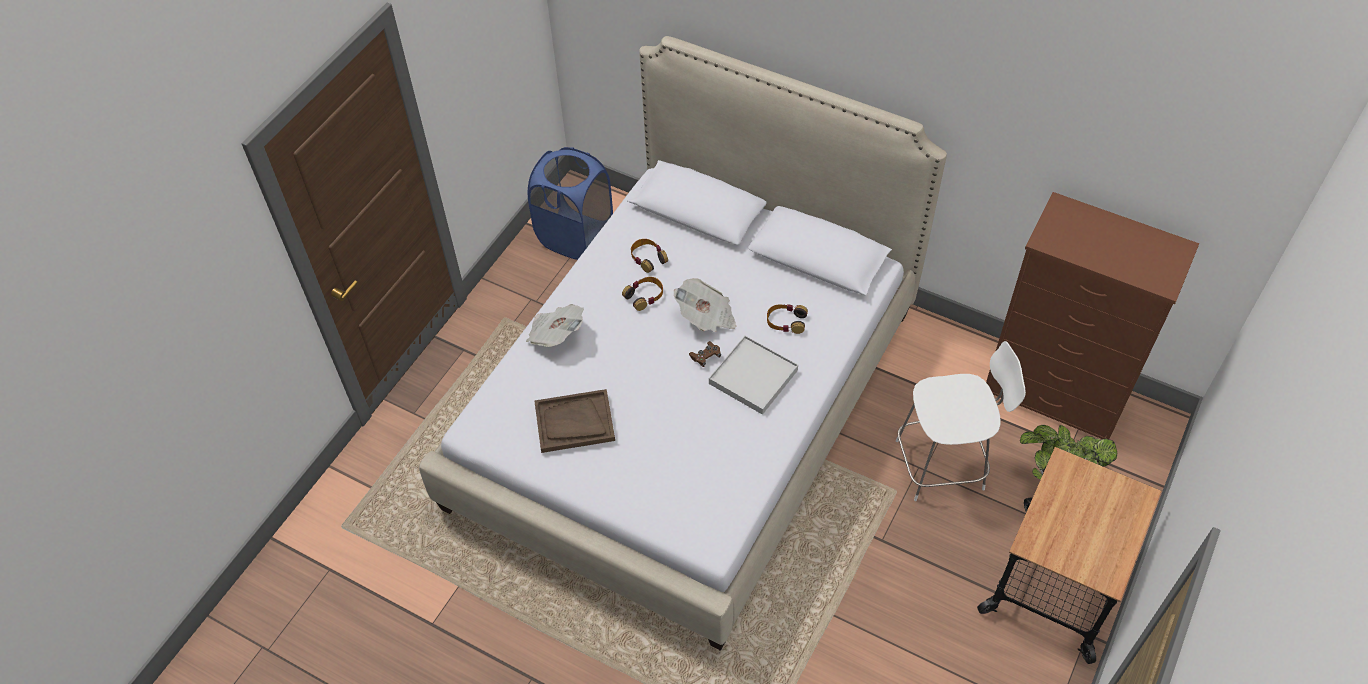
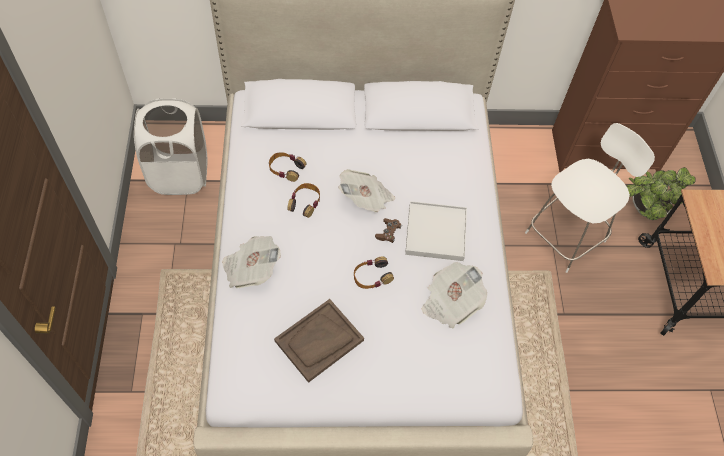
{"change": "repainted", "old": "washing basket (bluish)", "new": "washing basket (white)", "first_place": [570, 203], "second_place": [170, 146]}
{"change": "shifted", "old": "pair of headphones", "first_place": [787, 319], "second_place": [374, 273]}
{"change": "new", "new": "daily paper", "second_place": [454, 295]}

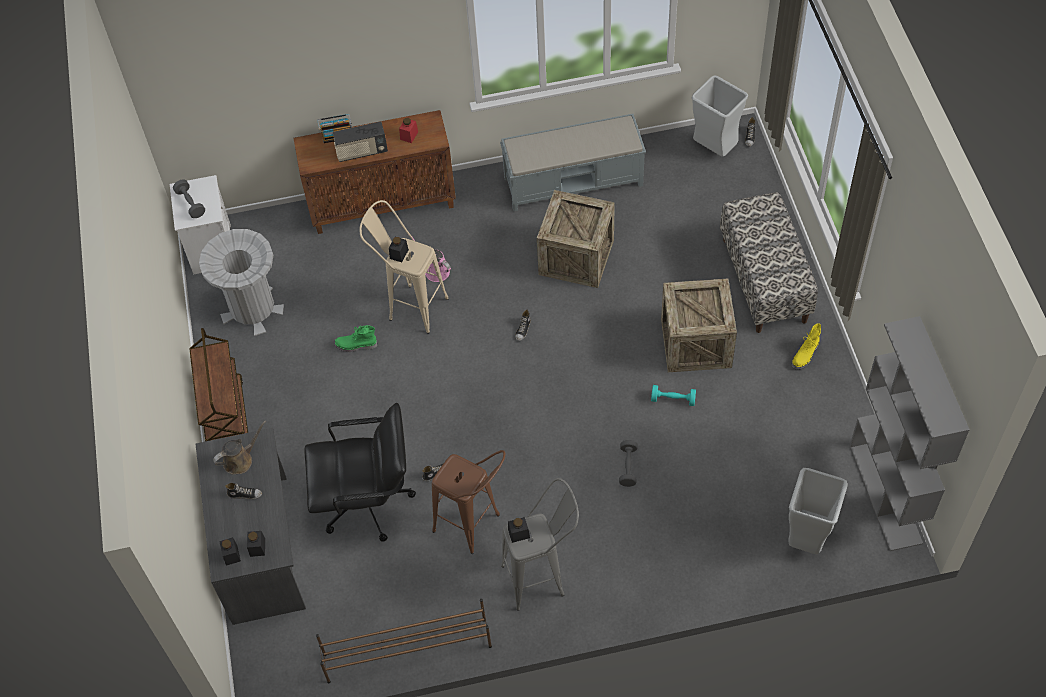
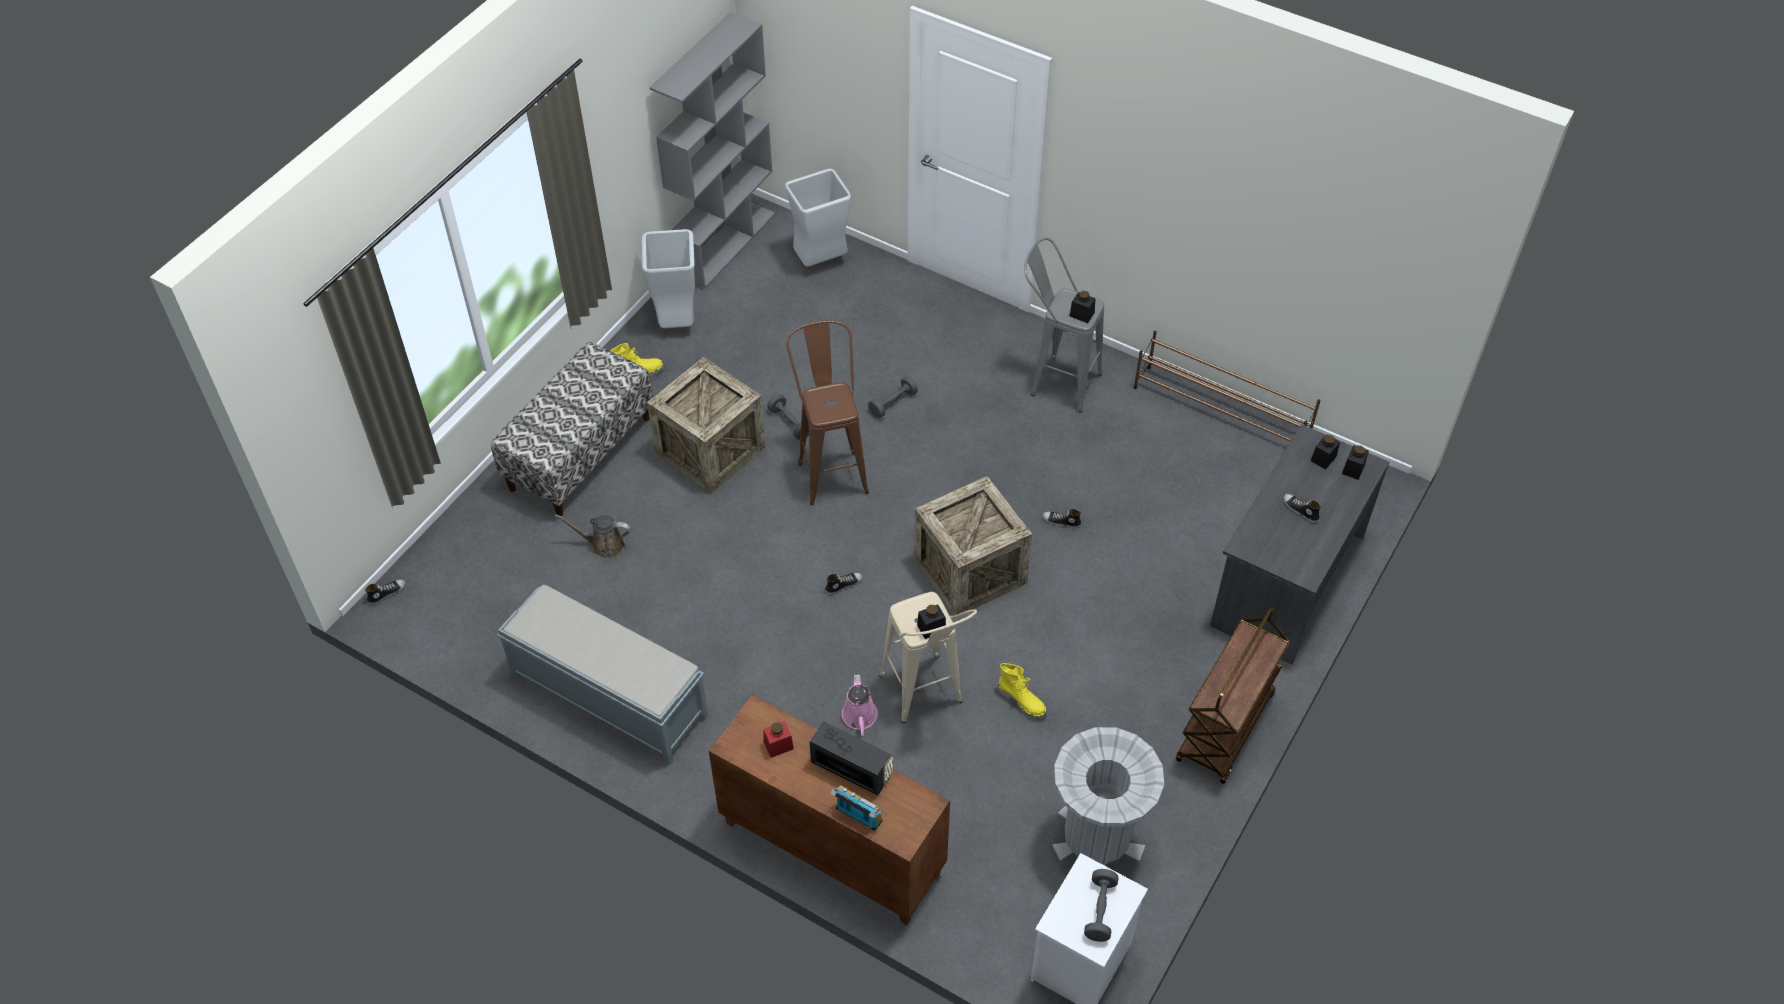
{"change": "shifted", "old": "watering pot (brown-coloured)", "first_place": [240, 447], "second_place": [593, 536]}
{"change": "gone", "old": "computer chair (blackish)", "first_place": [360, 472]}
{"change": "repainted", "old": "high-top boot (greenish)", "new": "high-top boot (yellow-coloured)", "first_place": [355, 338], "second_place": [1022, 691]}
{"change": "shifted", "old": "stool seat (brown-coloured)", "first_place": [469, 502], "second_place": [827, 412]}
{"change": "shifted", "old": "packing crate", "first_place": [576, 239], "second_place": [973, 545]}
{"change": "repainted", "old": "free weight (turquoise-coloured)", "new": "free weight (grey)", "first_place": [673, 395], "second_place": [788, 417]}
{"change": "shifted", "old": "rubbish bin (grey)", "first_place": [720, 116], "second_place": [668, 278]}

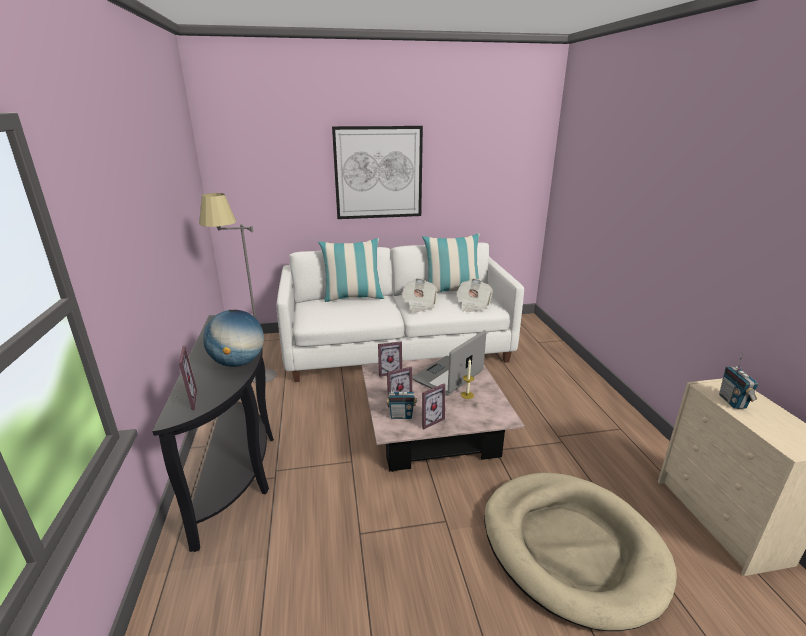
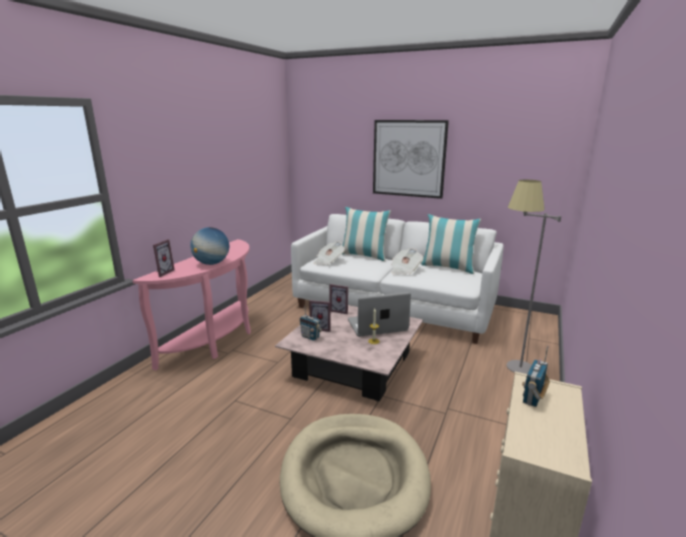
{"change": "repainted", "old": "console table (blackish)", "new": "console table (pinkish)", "first_place": [213, 433], "second_place": [191, 305]}
{"change": "shifted", "old": "floor lamp (grey)", "first_place": [238, 288], "second_place": [534, 277]}
{"change": "gone", "old": "picture frame", "first_place": [434, 406]}
{"change": "shifted", "old": "daily paper", "first_place": [474, 295], "second_place": [329, 253]}

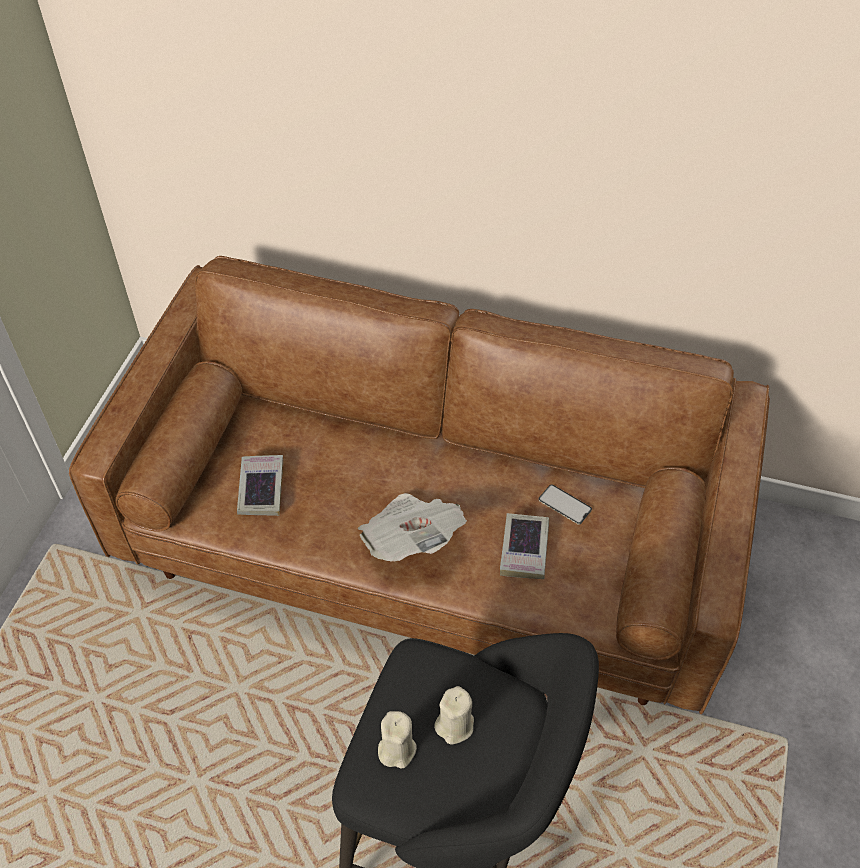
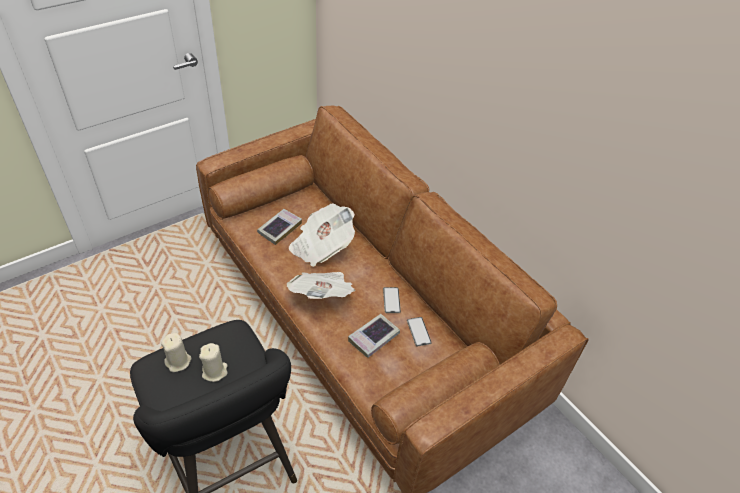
{"change": "new", "new": "daily paper", "second_place": [322, 235]}
{"change": "new", "new": "telephone", "second_place": [392, 300]}

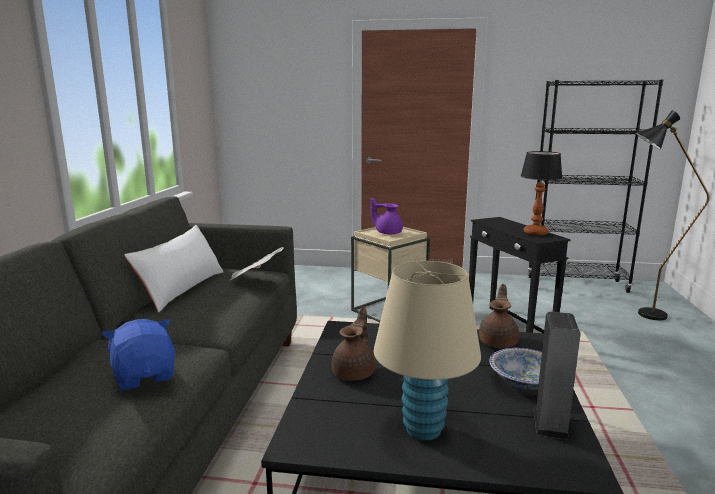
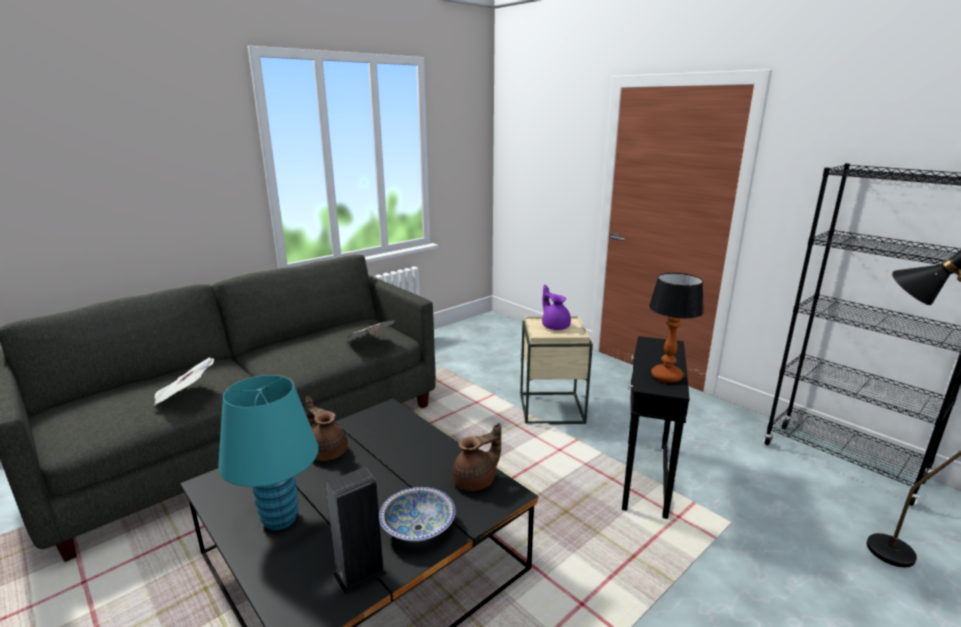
{"change": "swapped", "old": "soft toy (bluish)", "new": "daily paper", "first_place": [138, 354], "second_place": [184, 381]}
{"change": "gone", "old": "pillow (white)", "first_place": [173, 268]}
{"change": "rotated", "old": "pot for tea (brown-coloured)", "first_place": [354, 344], "second_place": [326, 428], "degrees": -105}
{"change": "repainted", "old": "lamp for a table (beige)", "new": "lamp for a table (turquoise-coloured)", "first_place": [427, 351], "second_place": [268, 453]}

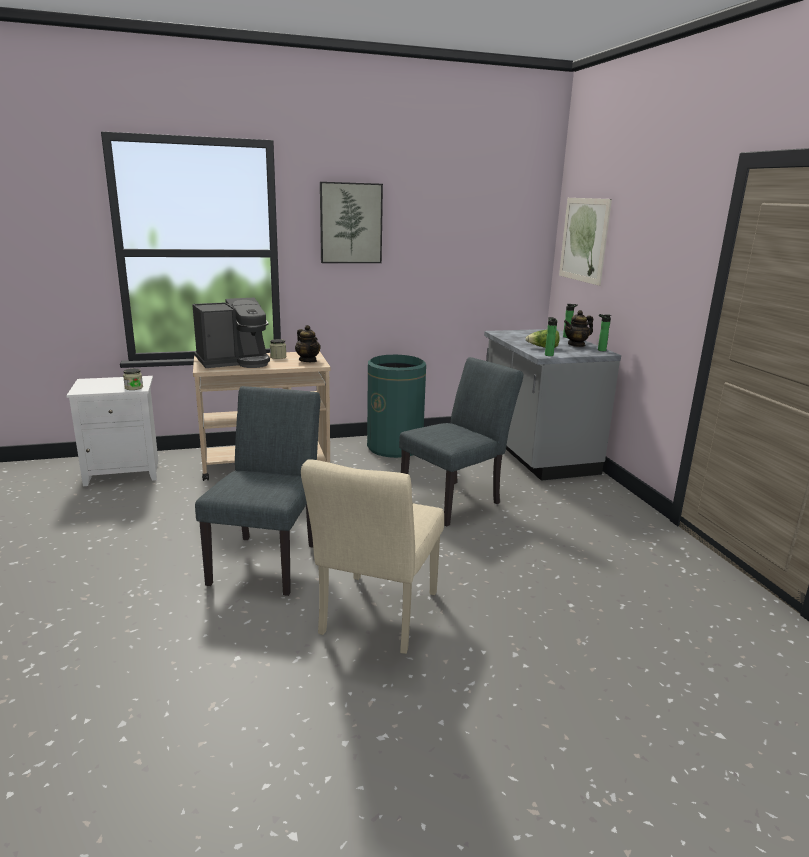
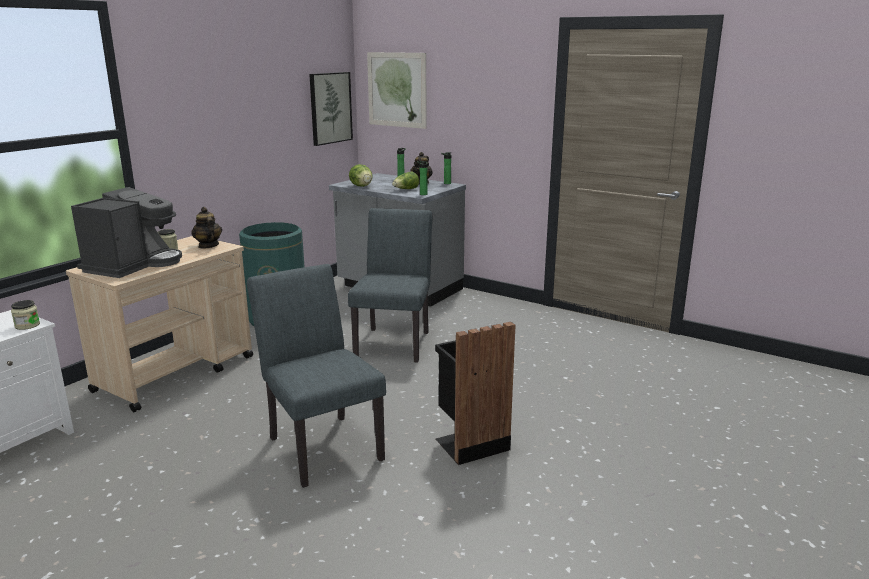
{"change": "rotated", "old": "pot for tea", "first_place": [308, 343], "second_place": [206, 227], "degrees": -135}
{"change": "swapped", "old": "chair (beige)", "new": "rubbish bin (blackish)", "first_place": [372, 556], "second_place": [475, 393]}
{"change": "shifted", "old": "wall picture", "first_place": [351, 222], "second_place": [331, 109]}
{"change": "new", "new": "head of lettuce", "second_place": [361, 175]}

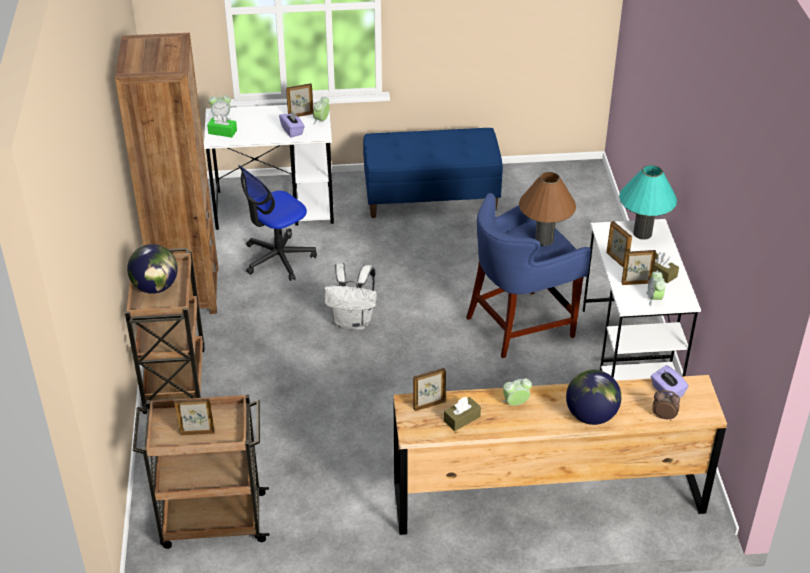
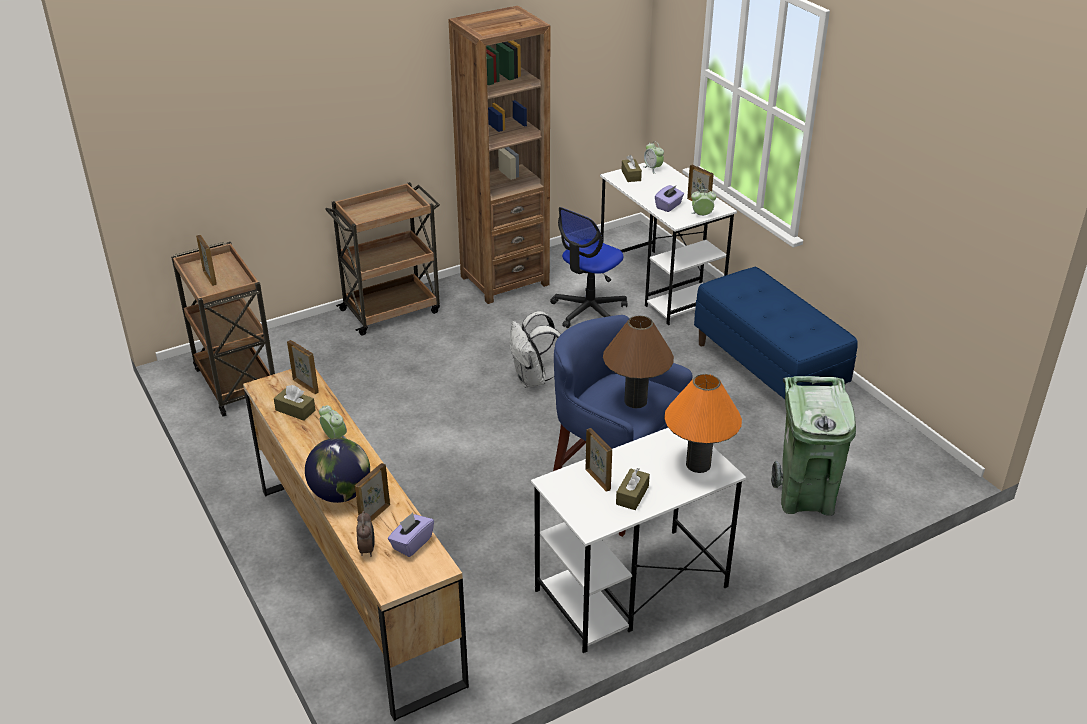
{"change": "gone", "old": "world globe", "first_place": [152, 269]}
{"change": "repainted", "old": "tissue holder (greenish)", "new": "tissue holder (brown-coloured)", "first_place": [222, 126], "second_place": [632, 168]}
{"change": "rotated", "old": "computer chair", "first_place": [277, 223], "second_place": [589, 267], "degrees": -75}
{"change": "shifted", "old": "picture frame", "first_place": [619, 244], "second_place": [372, 492]}
{"change": "repainted", "old": "lamp for a table (turquoise-coloured)", "new": "lamp for a table (orange-coloured)", "first_place": [648, 202], "second_place": [703, 423]}
{"change": "gone", "old": "alarm clock", "first_place": [655, 288]}
{"change": "new", "new": "rubbish bin (greenish)", "second_place": [813, 446]}

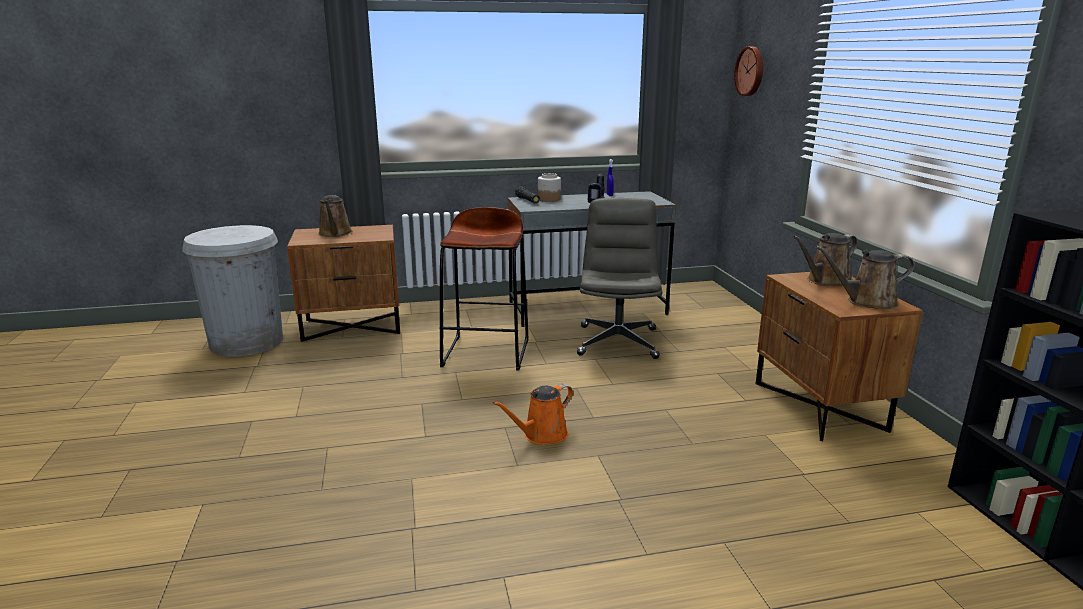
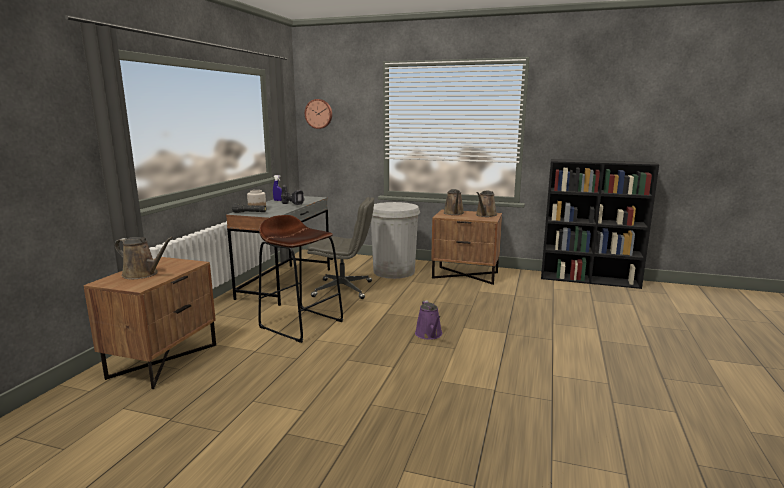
{"change": "shifted", "old": "rubbish bin (white)", "first_place": [232, 291], "second_place": [395, 240]}
{"change": "repainted", "old": "watering pot (orange-coloured)", "new": "watering pot (purple-coloured)", "first_place": [533, 414], "second_place": [429, 320]}
{"change": "rotated", "old": "computer chair (grey)", "first_place": [619, 278], "second_place": [340, 248], "degrees": 150}

